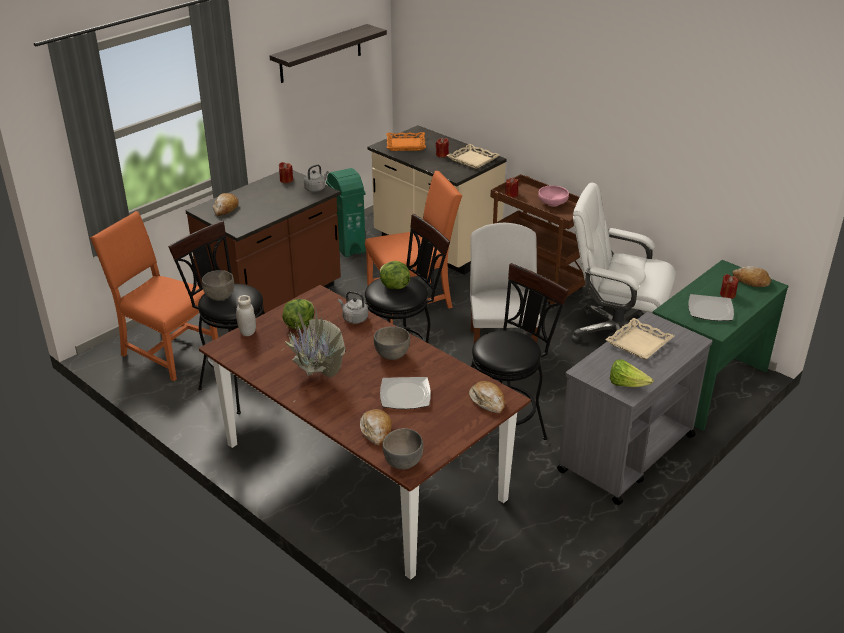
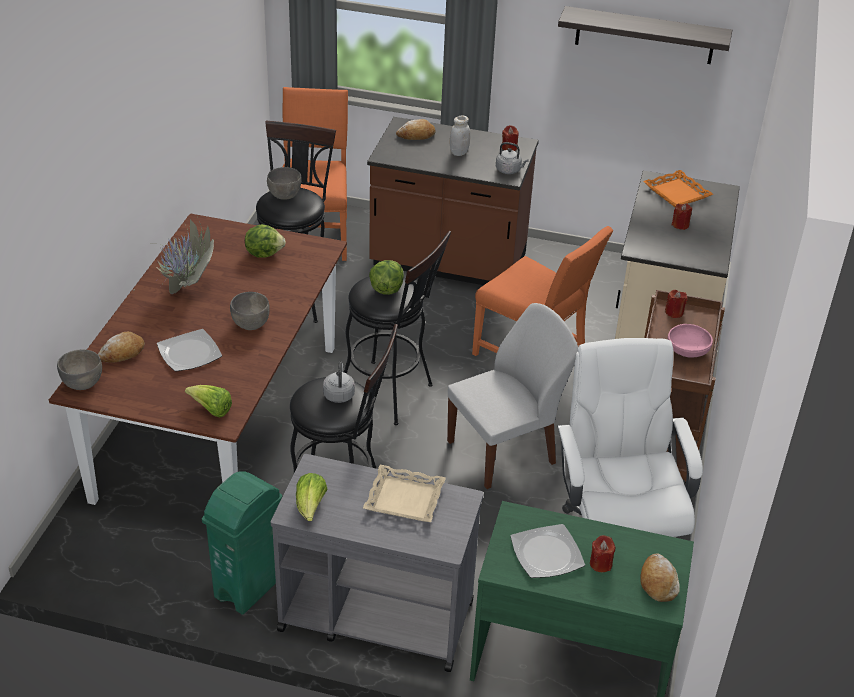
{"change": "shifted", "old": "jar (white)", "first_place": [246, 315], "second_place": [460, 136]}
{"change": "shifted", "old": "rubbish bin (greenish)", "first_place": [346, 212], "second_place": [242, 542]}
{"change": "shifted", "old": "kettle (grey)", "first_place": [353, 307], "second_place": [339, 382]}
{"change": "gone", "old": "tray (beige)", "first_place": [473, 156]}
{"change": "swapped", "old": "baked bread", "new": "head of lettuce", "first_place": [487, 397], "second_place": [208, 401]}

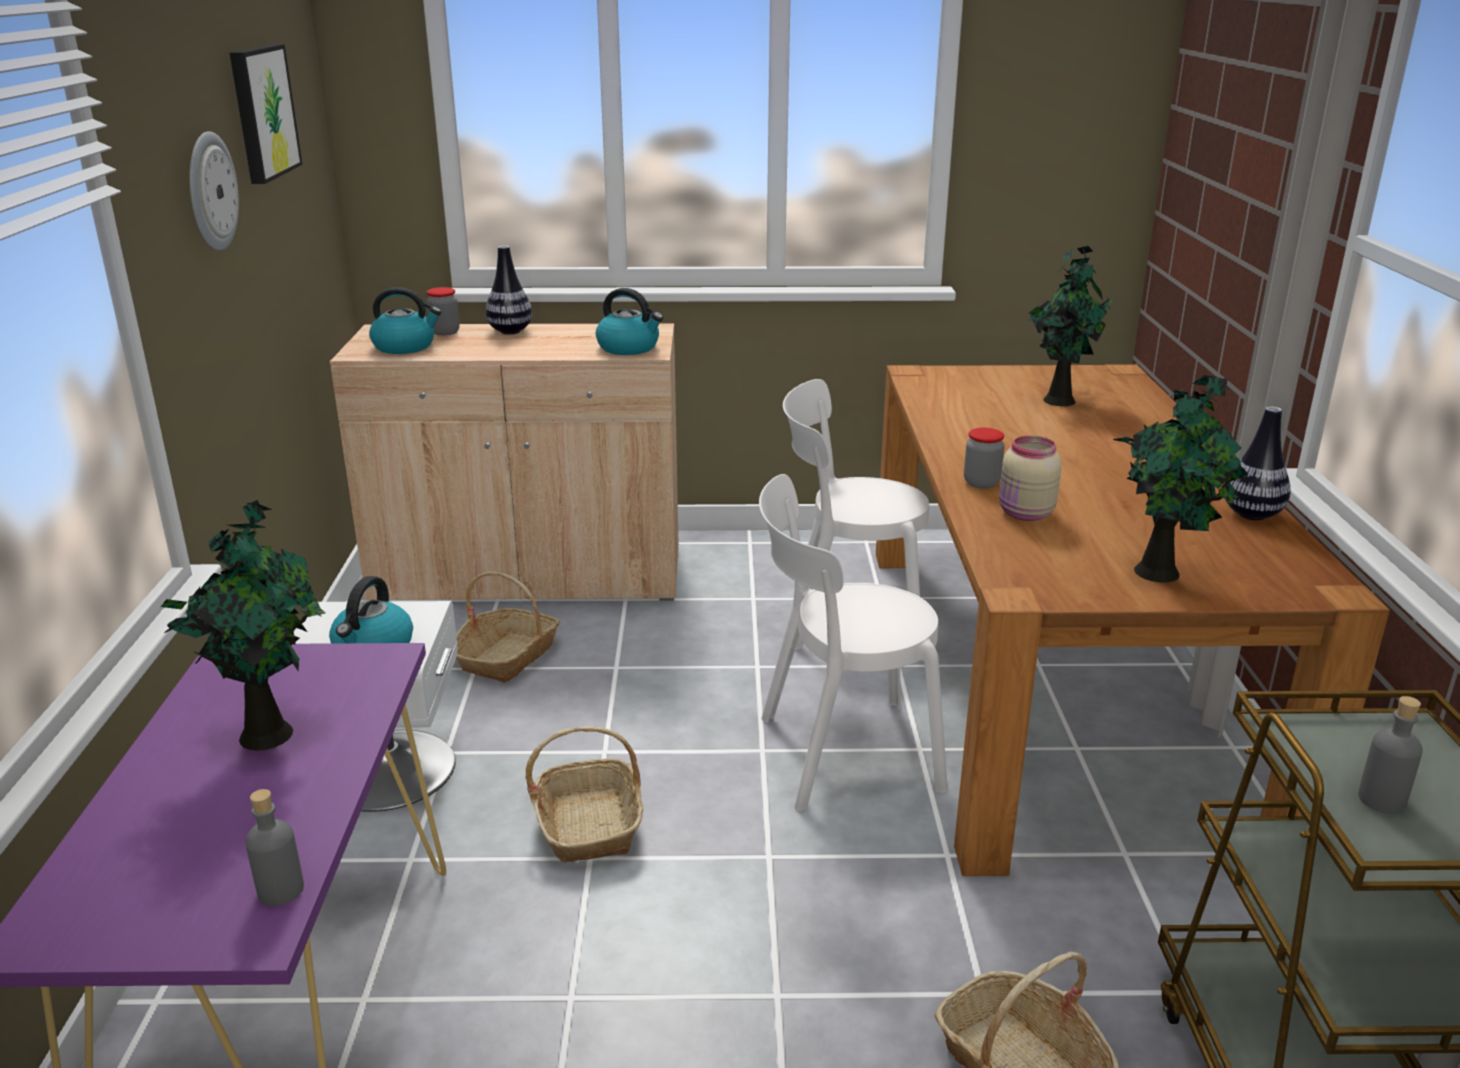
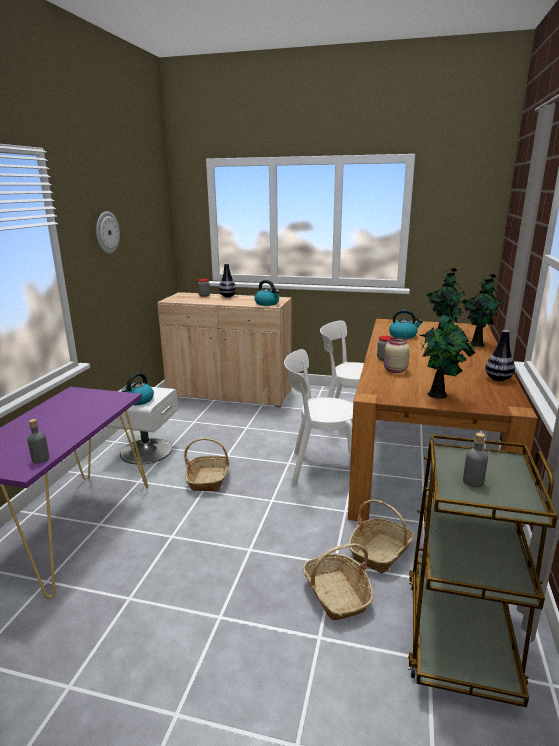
{"change": "shifted", "old": "potted plant", "first_place": [243, 625], "second_place": [483, 310]}
{"change": "gone", "old": "wall picture", "first_place": [266, 114]}
{"change": "shifted", "old": "kettle", "first_place": [405, 320], "second_place": [406, 324]}
{"change": "shifted", "old": "storage basket", "first_place": [508, 627], "second_place": [381, 536]}

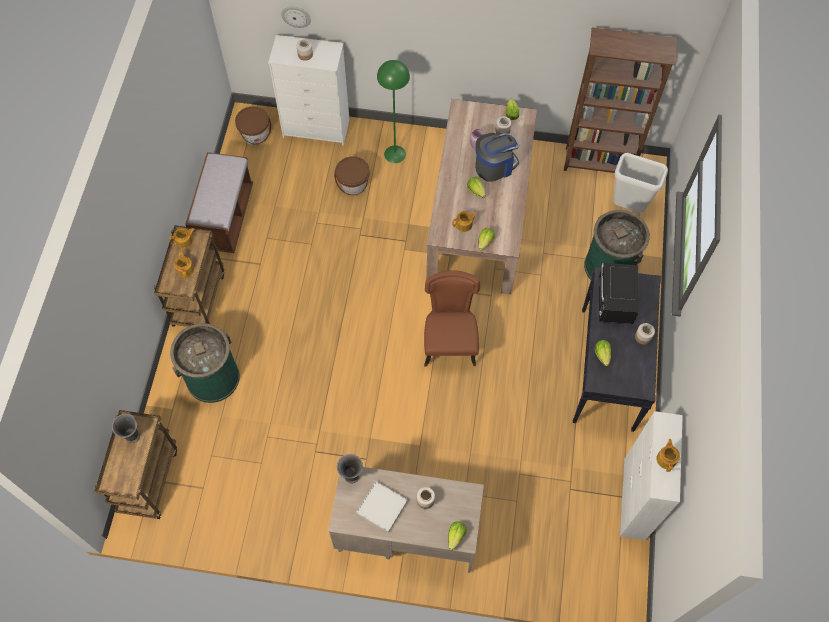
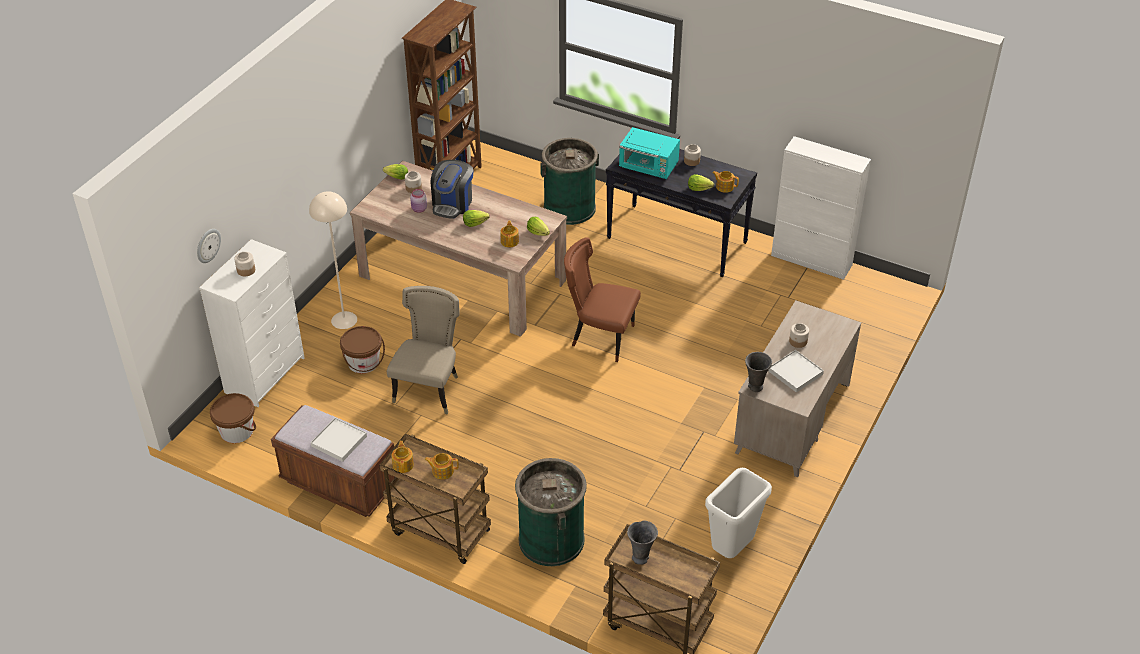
{"change": "repainted", "old": "floor lamp (greenish)", "new": "floor lamp (beige)", "first_place": [393, 111], "second_place": [333, 260]}
{"change": "gone", "old": "head of lettuce", "first_place": [457, 535]}
{"change": "rotated", "old": "coffee brewer", "first_place": [497, 157], "second_place": [452, 189], "degrees": -150}
{"change": "repainted", "old": "kitchen microwave (blackish)", "new": "kitchen microwave (turquoise-coloured)", "first_place": [619, 293], "second_place": [649, 153]}
{"change": "shifted", "old": "rubbish bin (white)", "first_place": [640, 183], "second_place": [738, 513]}
{"change": "shifted", "old": "pot for tea", "first_place": [668, 455], "second_place": [725, 182]}
{"change": "new", "new": "tray (white)", "second_place": [338, 440]}
{"change": "new", "new": "chair (beige)", "second_place": [423, 350]}

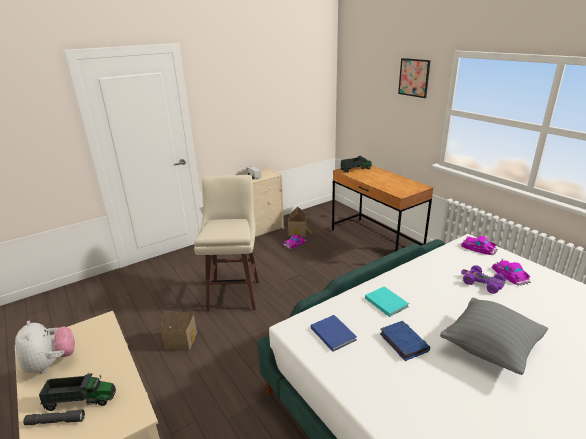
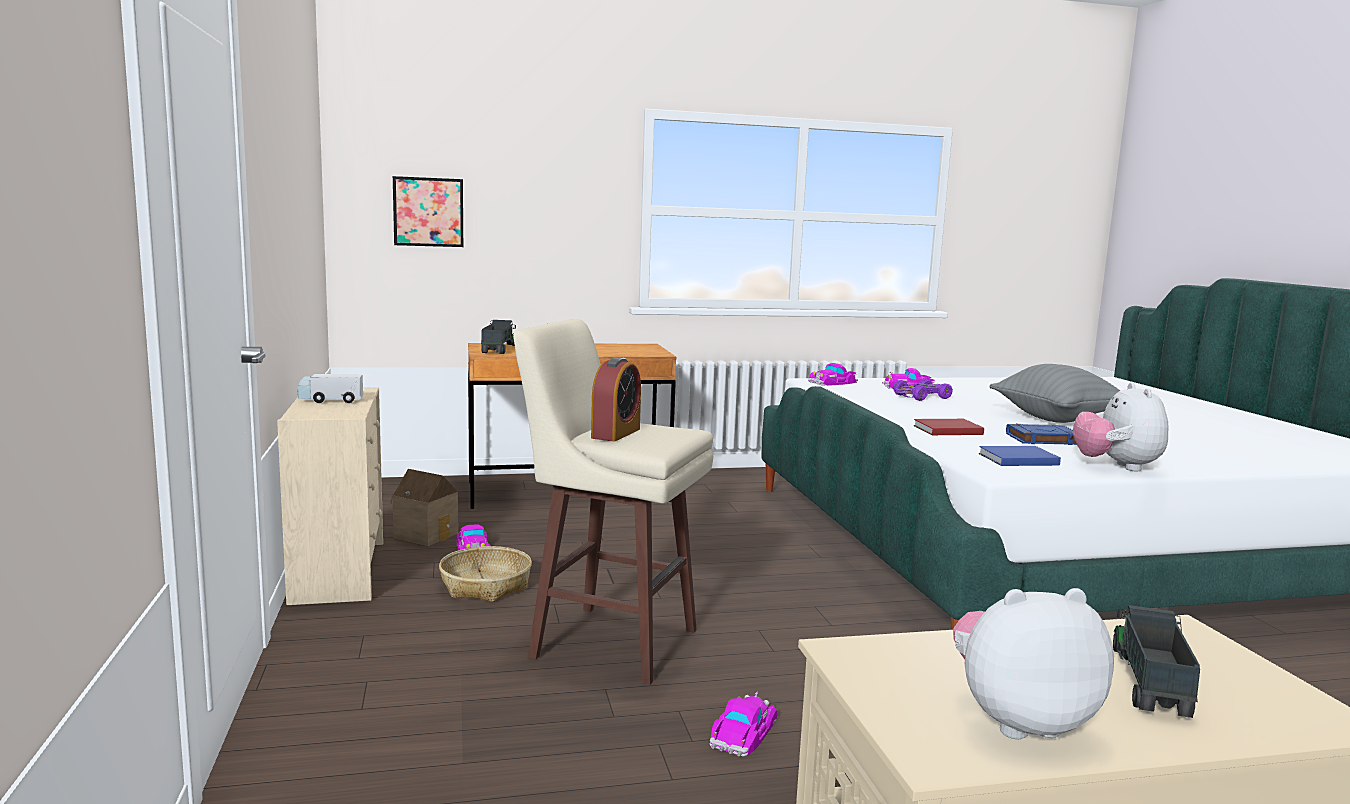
{"change": "gone", "old": "hand torch (grey)", "first_place": [54, 417]}
{"change": "swapped", "old": "miniature house", "new": "model car", "first_place": [179, 331], "second_place": [743, 724]}
{"change": "repainted", "old": "volume (turquoise-coloured)", "new": "volume (red-coloured)", "first_place": [387, 301], "second_place": [949, 427]}
{"change": "shifted", "old": "wall picture", "first_place": [414, 78], "second_place": [428, 211]}
{"change": "new", "new": "storage basket", "second_place": [485, 574]}
{"change": "new", "new": "alarm clock", "second_place": [616, 399]}
{"change": "new", "new": "soft toy", "second_place": [1120, 427]}

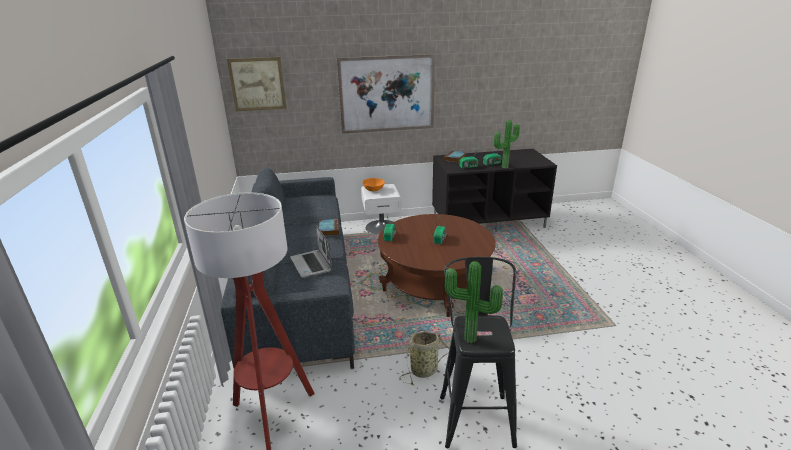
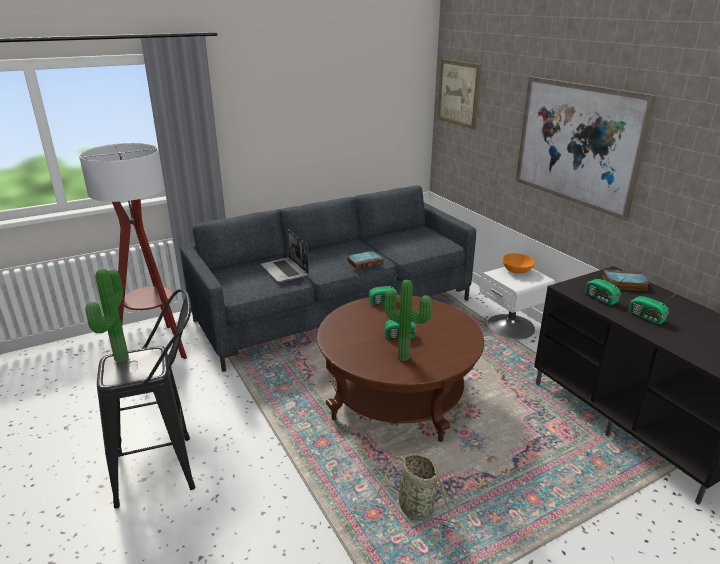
{"change": "rotated", "old": "notebook computer", "first_place": [311, 251], "second_place": [285, 256], "degrees": -75}
{"change": "shifted", "old": "storage basket", "first_place": [424, 358], "second_place": [422, 493]}
{"change": "shifted", "old": "potted plant", "first_place": [507, 144], "second_place": [408, 320]}

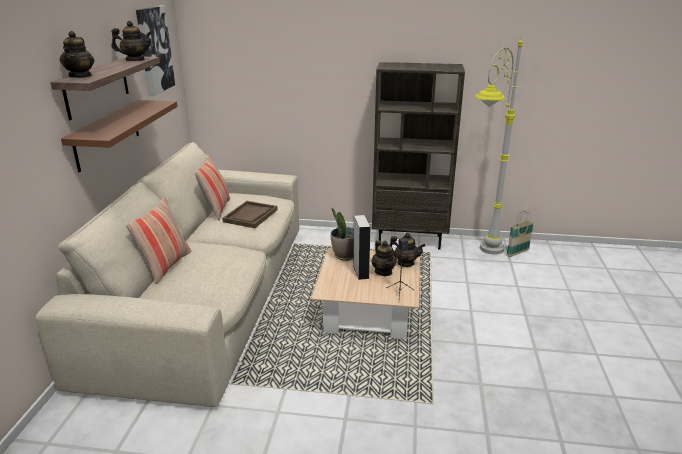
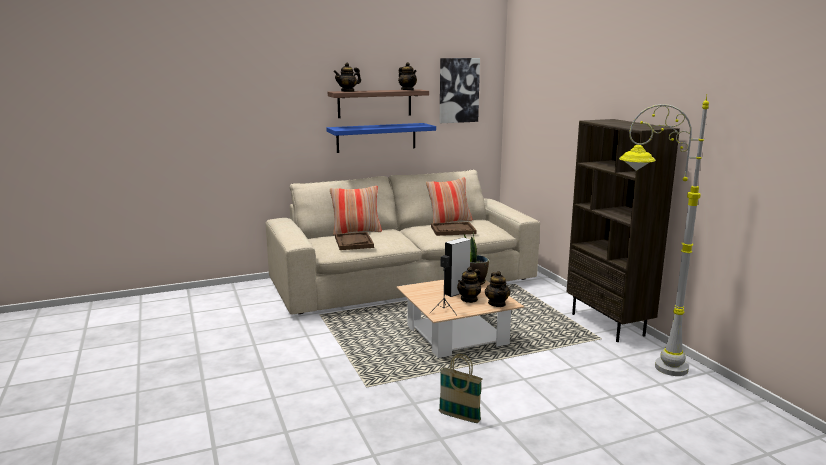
{"change": "repainted", "old": "wall shelf (brown-coloured)", "new": "wall shelf (bluish)", "first_place": [119, 136], "second_place": [381, 138]}
{"change": "shifted", "old": "storage basket", "first_place": [520, 234], "second_place": [460, 388]}
{"change": "new", "new": "tray (brown-coloured)", "second_place": [354, 241]}

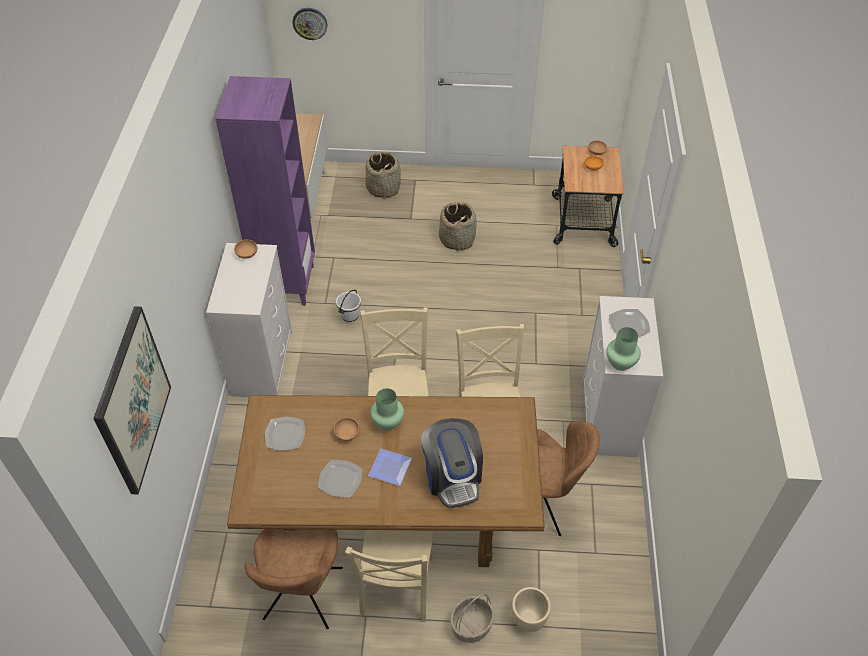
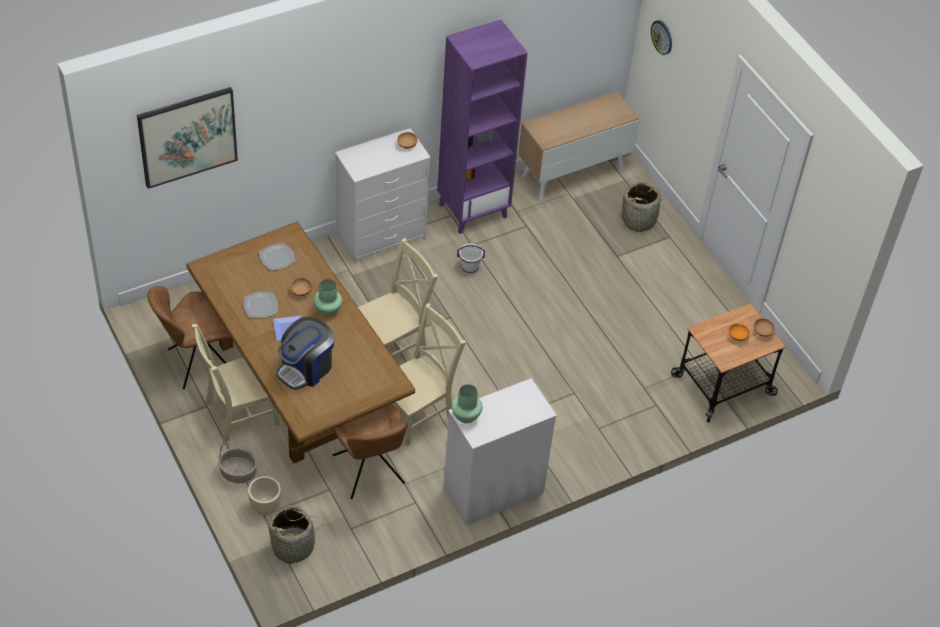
{"change": "shifted", "old": "storage basket", "first_place": [458, 226], "second_place": [295, 534]}
{"change": "gone", "old": "dinner plate", "first_place": [629, 323]}

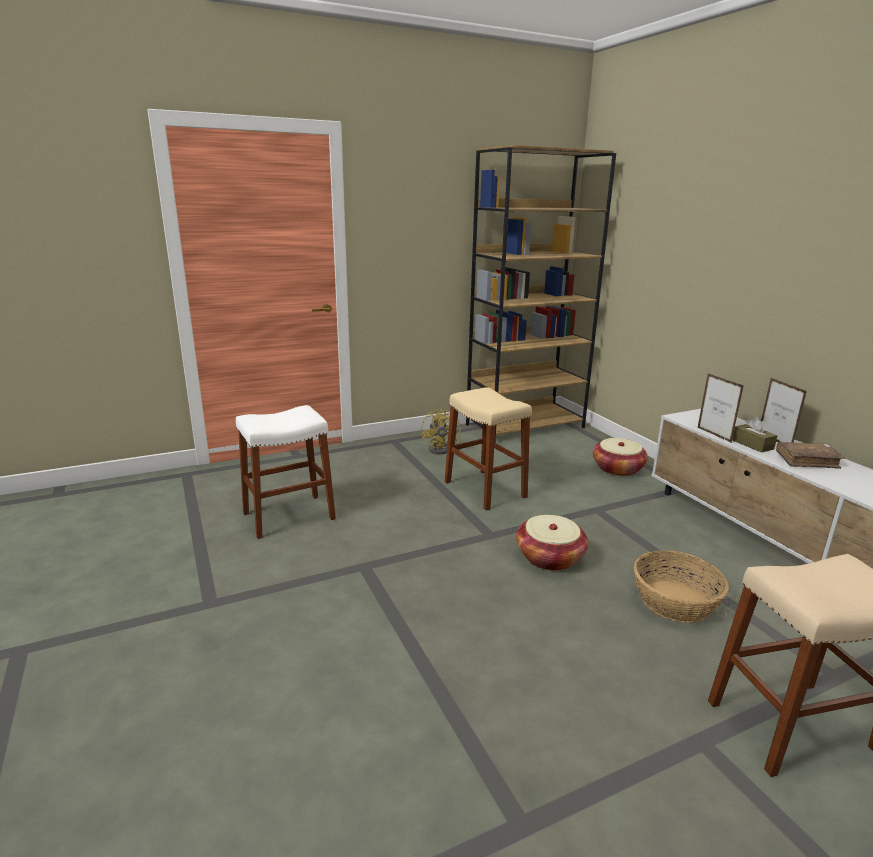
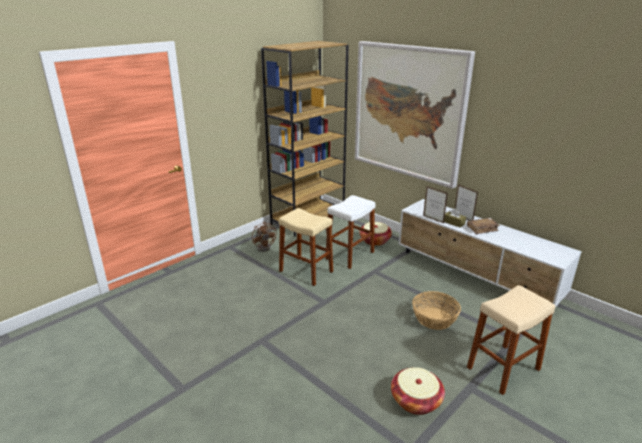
{"change": "shifted", "old": "stool seat (white)", "first_place": [286, 472], "second_place": [350, 232]}
{"change": "repainted", "old": "cooling fan (yellow-coloured)", "new": "cooling fan (brown-coloured)", "first_place": [440, 431], "second_place": [264, 237]}
{"change": "shifted", "old": "storage basket", "first_place": [552, 543], "second_place": [418, 391]}
{"change": "new", "new": "wall picture", "second_place": [415, 115]}

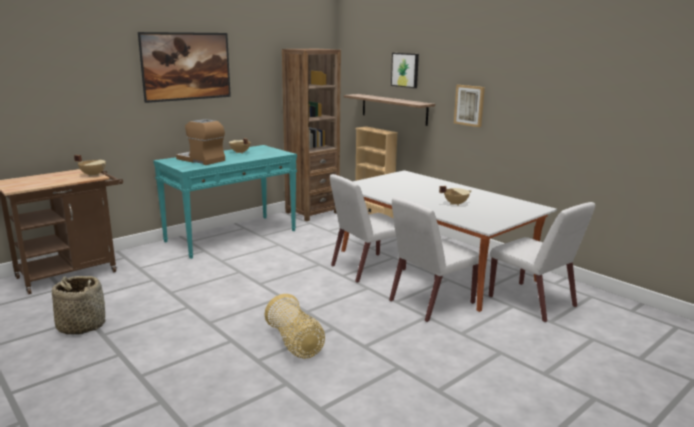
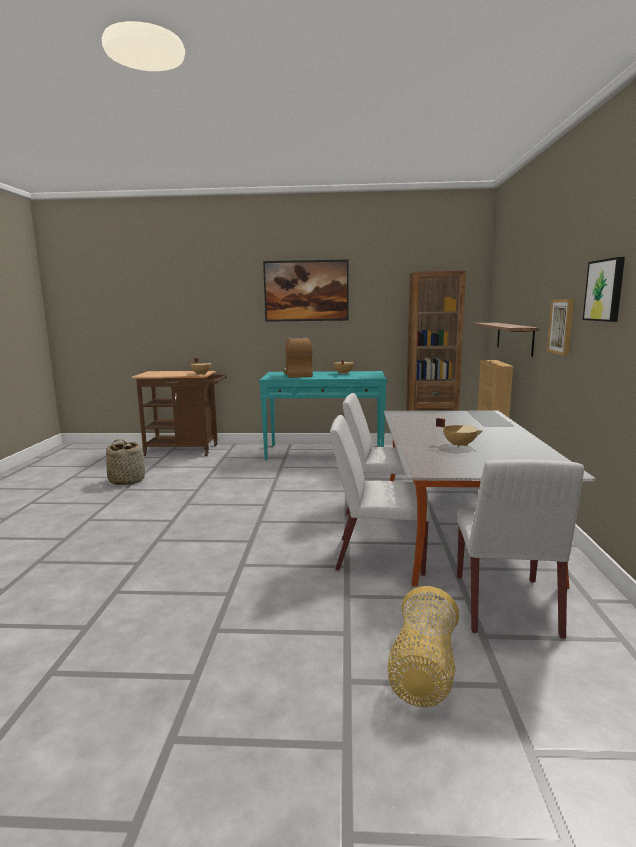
{"change": "shifted", "old": "storage basket", "first_place": [295, 326], "second_place": [423, 646]}
{"change": "shifted", "old": "wall picture", "first_place": [405, 70], "second_place": [604, 289]}

